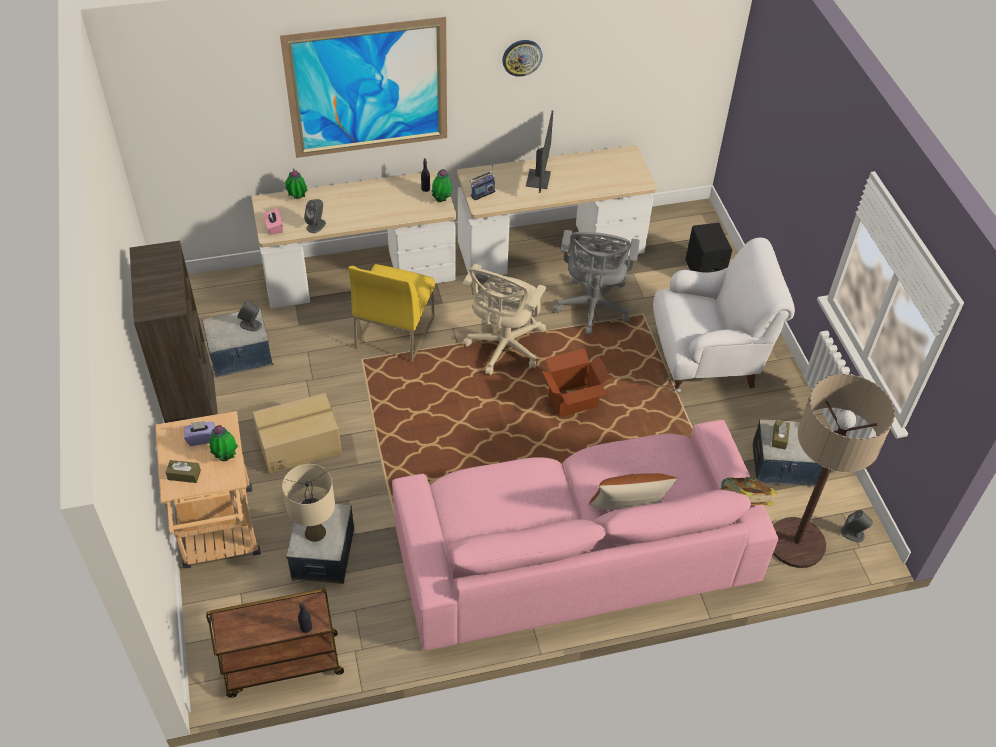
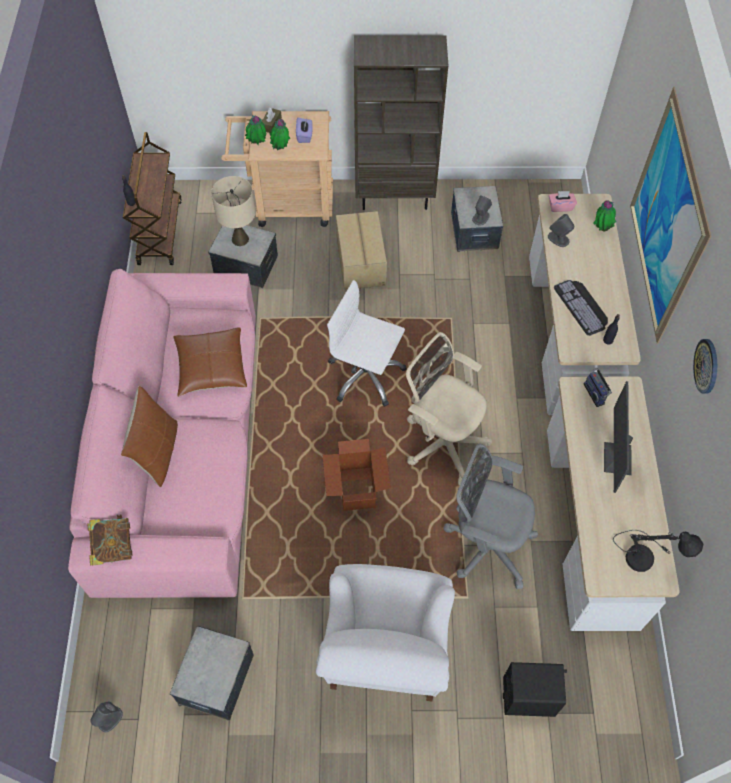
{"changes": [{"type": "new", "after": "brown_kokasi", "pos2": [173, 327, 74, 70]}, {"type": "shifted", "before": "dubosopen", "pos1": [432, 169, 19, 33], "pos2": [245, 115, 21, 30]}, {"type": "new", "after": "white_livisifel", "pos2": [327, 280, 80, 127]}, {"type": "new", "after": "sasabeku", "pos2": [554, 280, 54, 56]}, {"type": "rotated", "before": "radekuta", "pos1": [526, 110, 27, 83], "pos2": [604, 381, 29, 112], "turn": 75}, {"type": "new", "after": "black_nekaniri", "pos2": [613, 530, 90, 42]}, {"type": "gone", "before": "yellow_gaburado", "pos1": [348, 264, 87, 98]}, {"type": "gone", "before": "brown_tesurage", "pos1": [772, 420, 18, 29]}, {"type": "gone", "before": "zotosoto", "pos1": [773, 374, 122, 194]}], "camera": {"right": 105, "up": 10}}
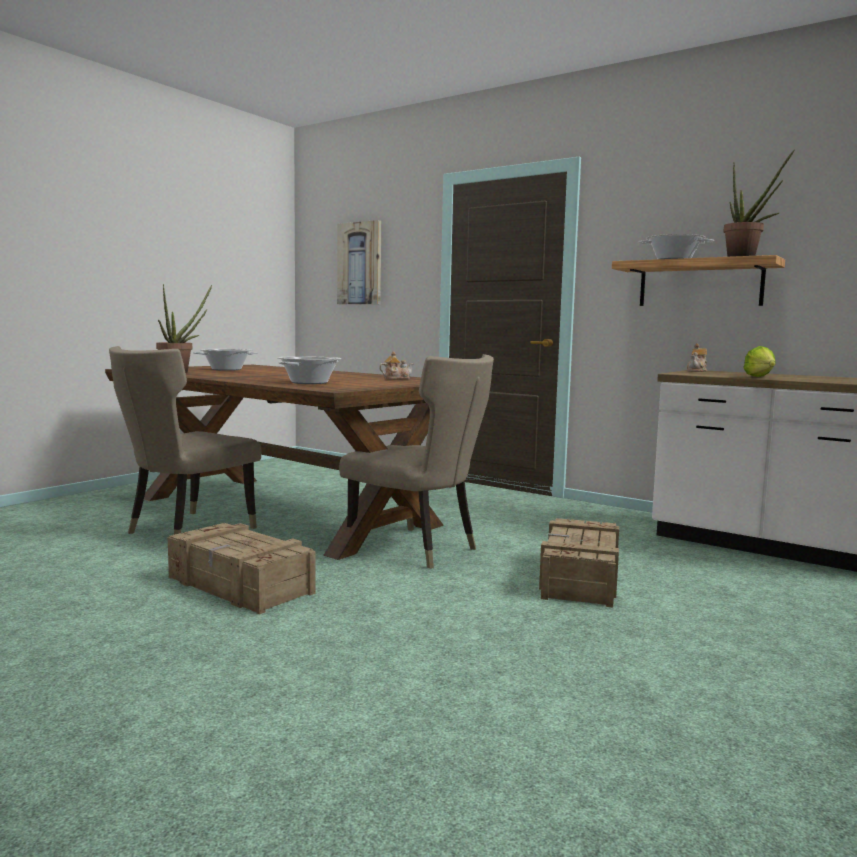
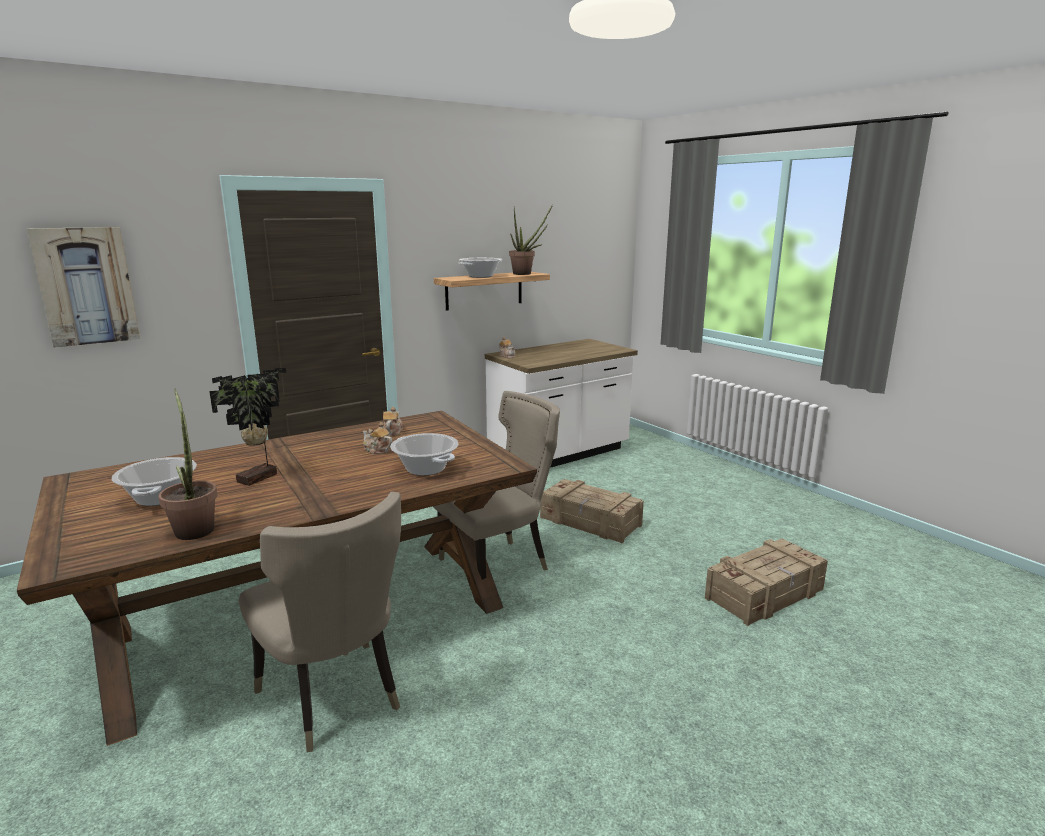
{"changes": [{"type": "new", "after": "dubosopen", "pos2": [209, 368, 77, 118]}, {"type": "new", "after": "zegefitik", "pos2": [362, 422, 31, 32]}, {"type": "shifted", "before": "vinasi", "pos1": [168, 523, 148, 92], "pos2": [705, 538, 123, 88]}, {"type": "gone", "before": "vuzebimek", "pos1": [743, 346, 33, 31]}], "camera": {"right": -70, "up": 10}}
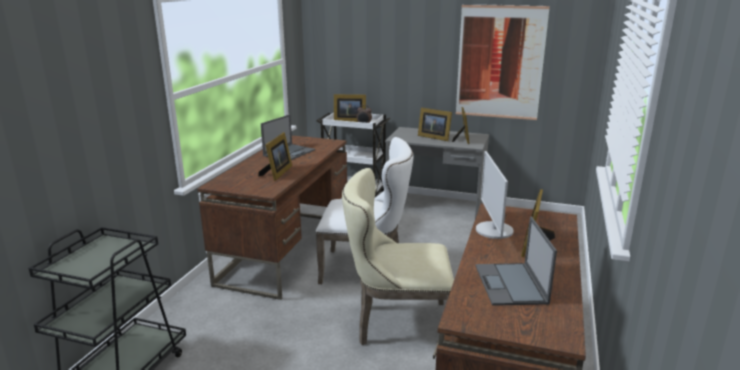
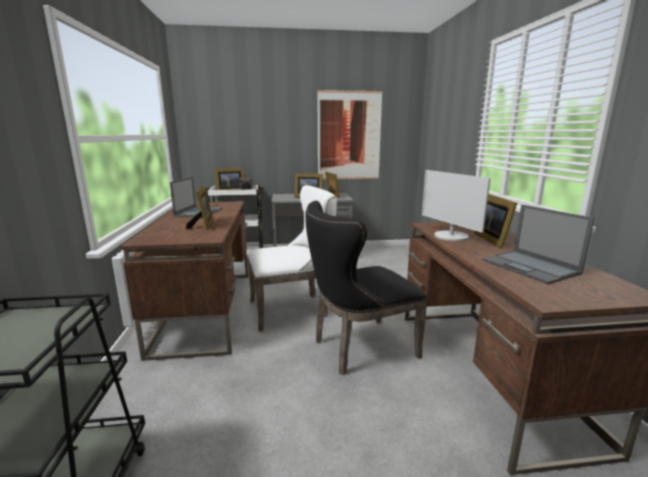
{"changes": [{"type": "repainted", "before": "beige_gaburado", "after": "black_gaburado", "pos1": [342, 168, 112, 177], "pos2": [305, 201, 123, 174]}], "camera": {"right": -25, "up": -5}}
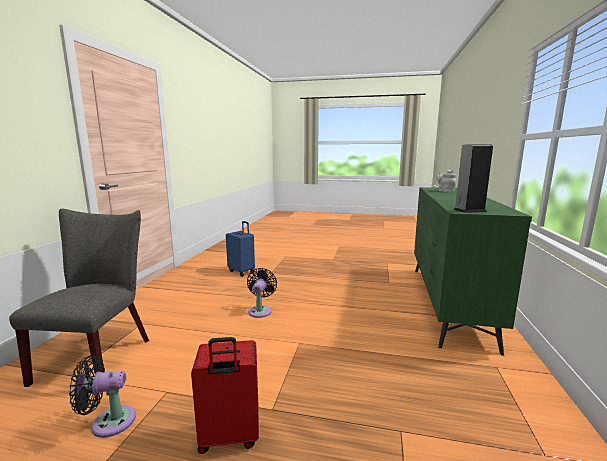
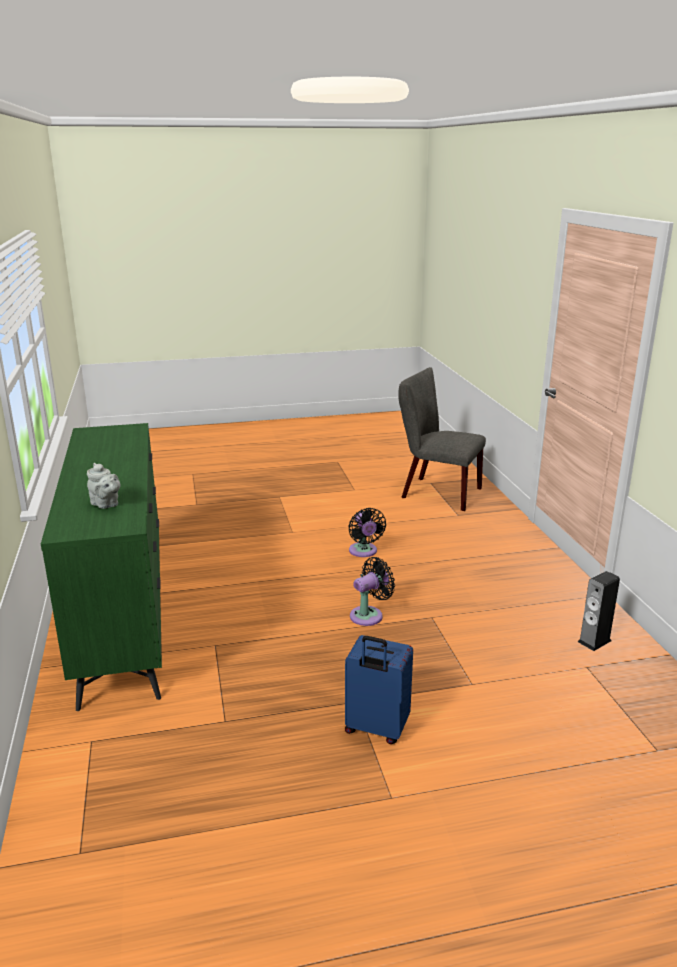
{"changes": [{"type": "shifted", "before": "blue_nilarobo", "pos1": [226, 221, 29, 56], "pos2": [345, 635, 68, 109]}, {"type": "shifted", "before": "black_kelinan", "pos1": [69, 355, 67, 83], "pos2": [350, 557, 45, 69]}, {"type": "rotated", "before": "grey_gaburado", "pos1": [9, 209, 140, 178], "pos2": [398, 367, 88, 144], "turn": 135}, {"type": "shifted", "before": "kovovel", "pos1": [453, 144, 40, 69], "pos2": [578, 571, 42, 80]}, {"type": "gone", "before": "red_nilarobo", "pos1": [191, 337, 68, 117]}], "camera": {"right": 155, "up": 10}}
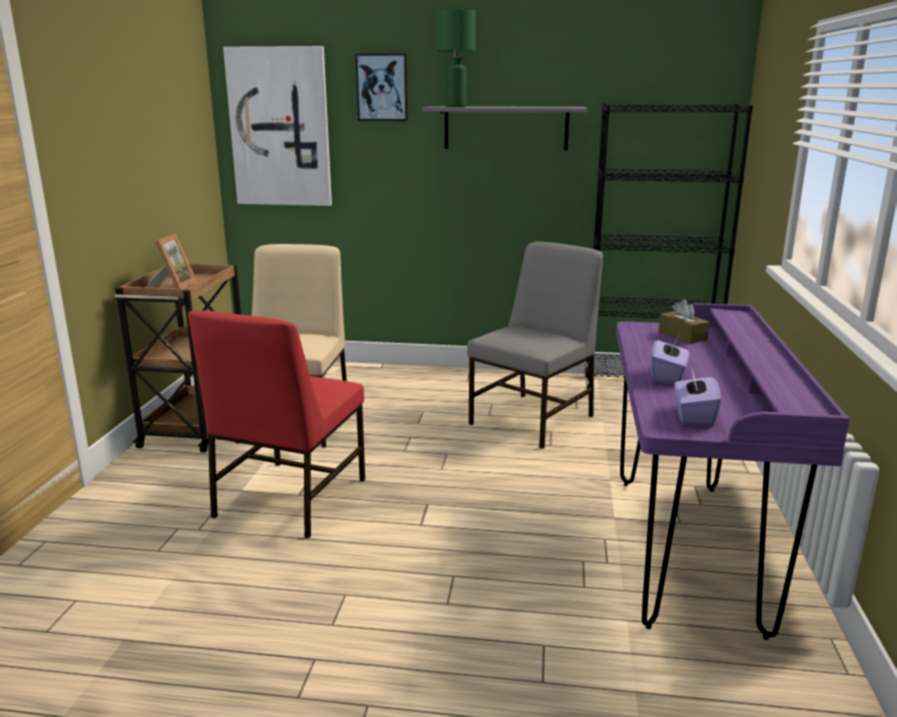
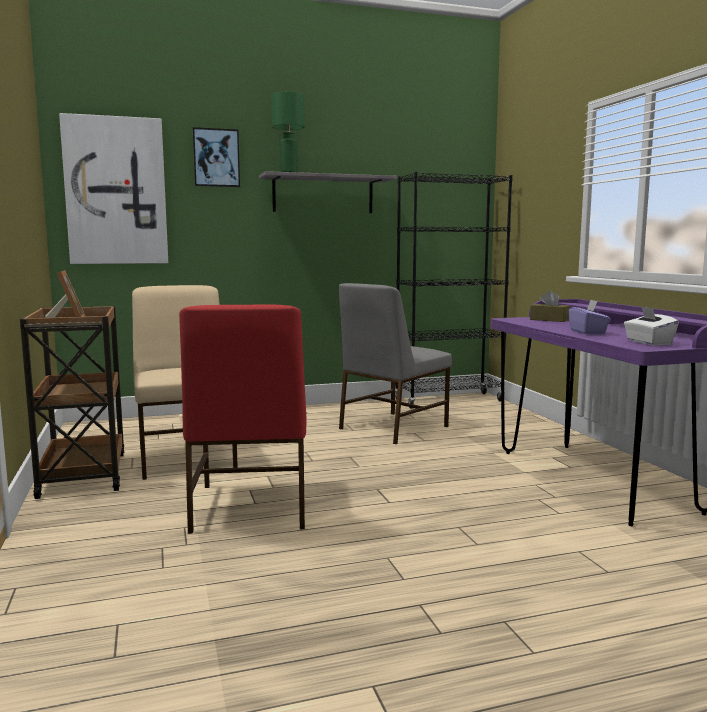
{"changes": [{"type": "rotated", "before": "grey_gaburado", "pos1": [467, 242, 136, 207], "pos2": [339, 283, 113, 161], "turn": -150}, {"type": "repainted", "before": "purple_tesurage", "after": "white_tesurage", "pos1": [674, 369, 47, 58], "pos2": [624, 306, 55, 39]}], "camera": {"right": -25, "up": -10}}
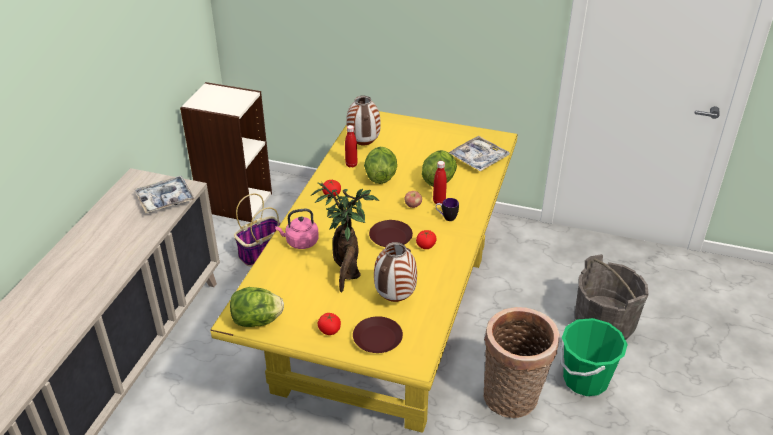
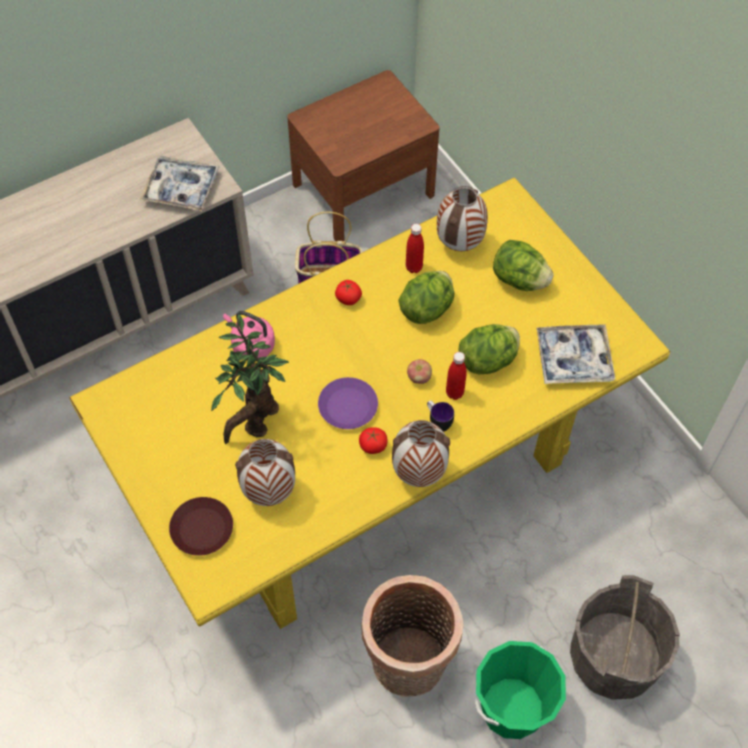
{"changes": [{"type": "swapped", "before": "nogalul", "after": "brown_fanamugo", "pos1": [180, 82, 92, 140], "pos2": [287, 70, 152, 171]}, {"type": "repainted", "before": "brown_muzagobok", "after": "purple_muzagobok", "pos1": [369, 220, 44, 27], "pos2": [318, 377, 60, 52]}, {"type": "new", "after": "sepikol", "pos2": [392, 420, 58, 67]}, {"type": "shifted", "before": "vuzebimek", "pos1": [230, 287, 54, 40], "pos2": [493, 240, 61, 51]}, {"type": "gone", "before": "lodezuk", "pos1": [317, 313, 24, 22]}], "camera": {"right": 40, "up": 20}}
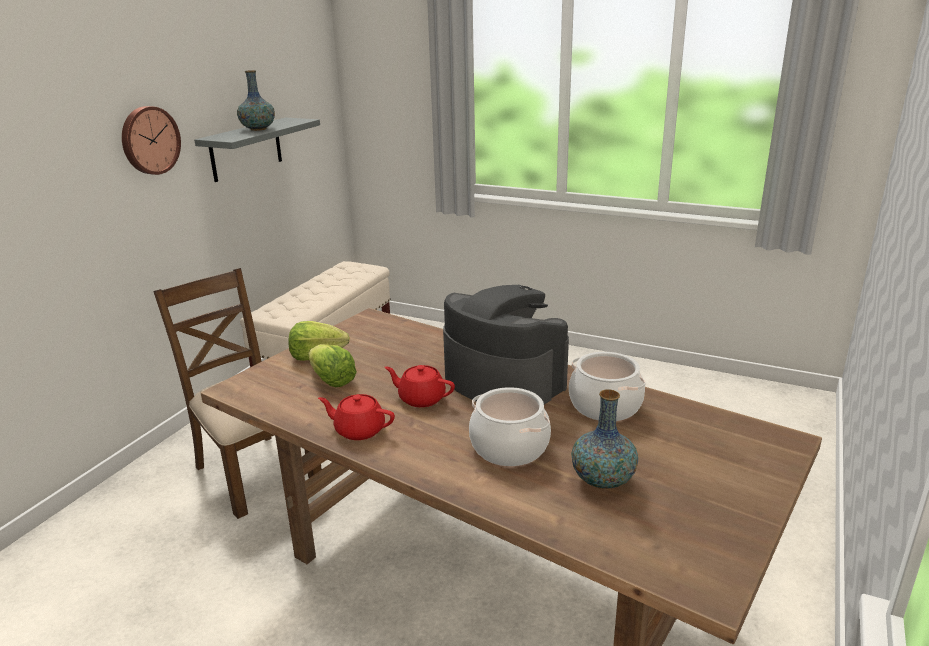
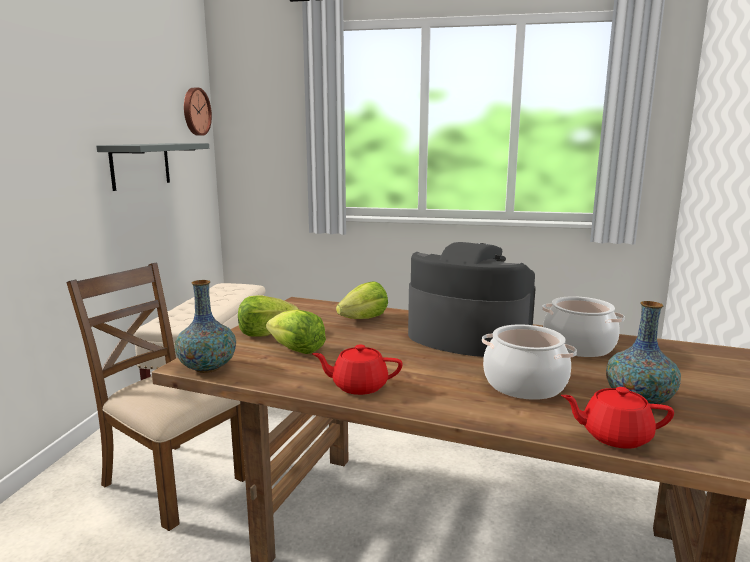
{"changes": [{"type": "shifted", "before": "sepikol", "pos1": [237, 70, 38, 61], "pos2": [174, 280, 62, 93]}, {"type": "shifted", "before": "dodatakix", "pos1": [122, 106, 59, 69], "pos2": [184, 88, 28, 48]}, {"type": "new", "after": "vuzebimek", "pos2": [336, 281, 52, 38]}, {"type": "shifted", "before": "red_zegefitik", "pos1": [384, 365, 71, 42], "pos2": [561, 387, 113, 62]}], "camera": {"right": -15, "up": -10}}
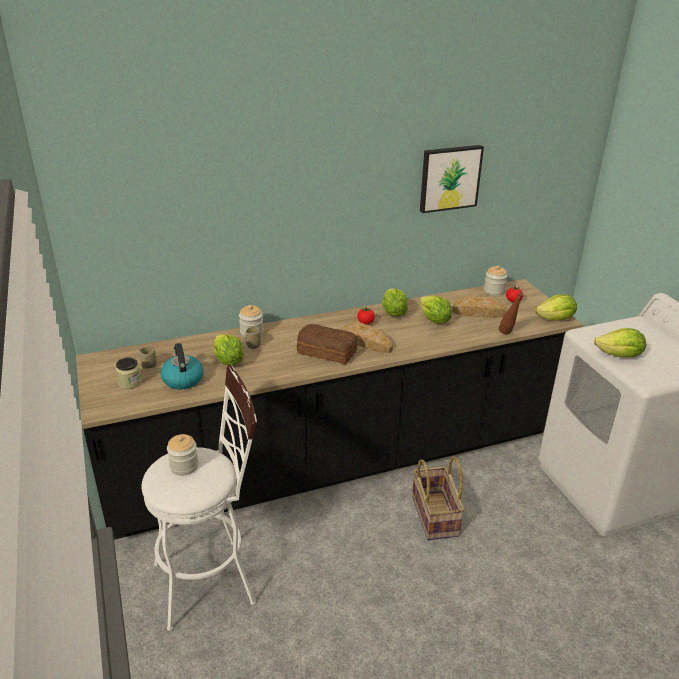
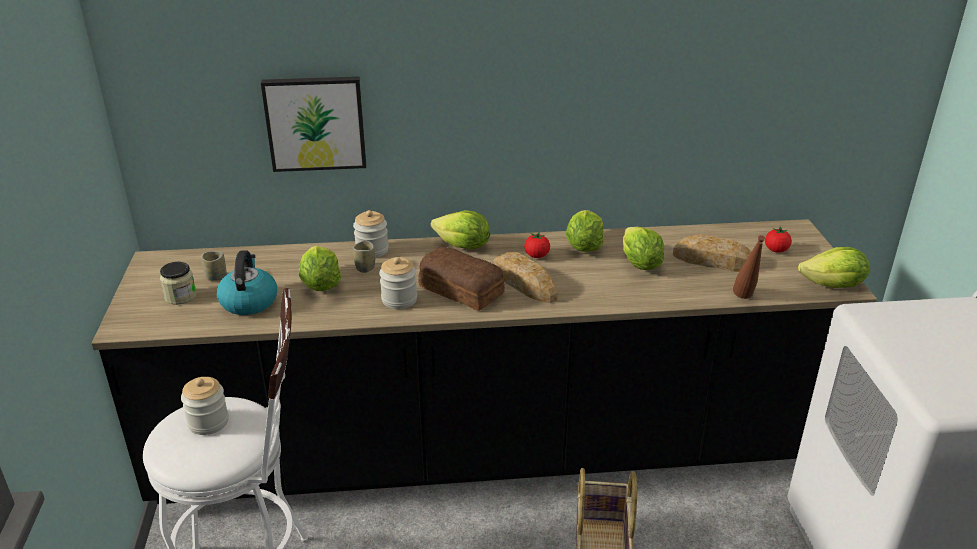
{"changes": [{"type": "shifted", "before": "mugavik", "pos1": [420, 145, 64, 68], "pos2": [261, 76, 105, 96]}, {"type": "shifted", "before": "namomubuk", "pos1": [484, 266, 23, 30], "pos2": [379, 257, 38, 52]}, {"type": "shifted", "before": "vuzebimek", "pos1": [594, 328, 52, 29], "pos2": [431, 210, 59, 39]}], "camera": {"right": 15, "up": 0}}
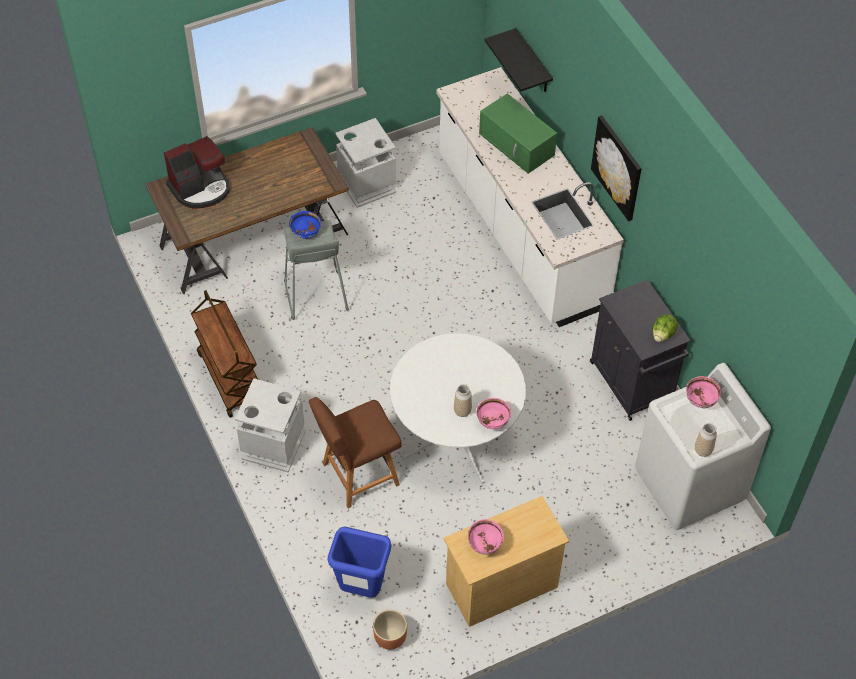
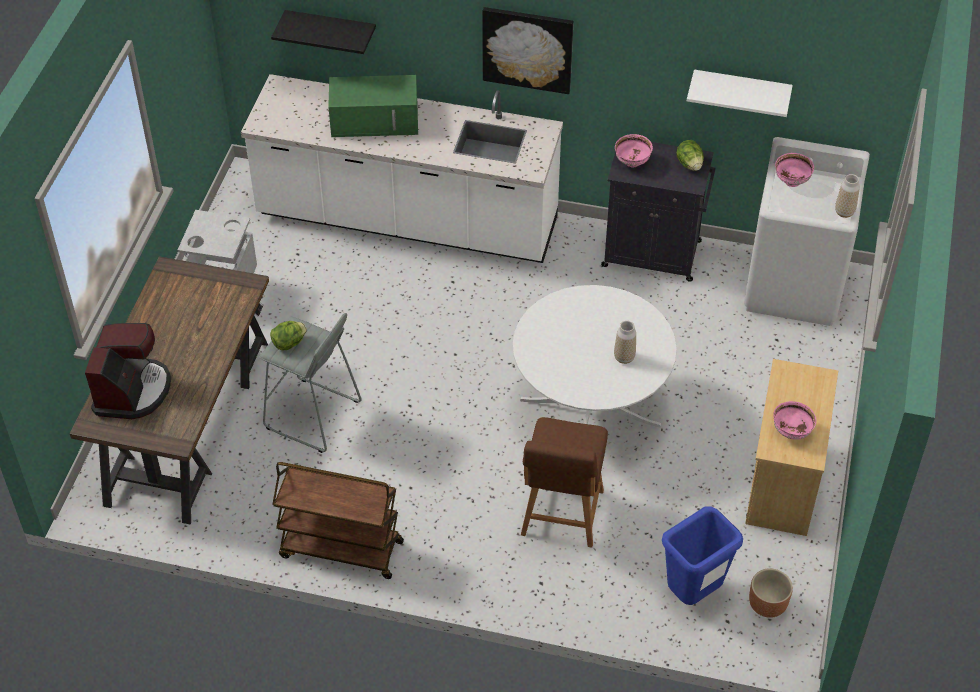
{"changes": [{"type": "swapped", "before": "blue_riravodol", "after": "vuzebimek", "pos1": [289, 211, 32, 28], "pos2": [270, 321, 37, 29]}, {"type": "shifted", "before": "pink_riravodol", "pos1": [476, 398, 35, 31], "pos2": [615, 134, 38, 33]}, {"type": "new", "after": "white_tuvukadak", "pos2": [687, 70, 106, 47]}, {"type": "gone", "before": "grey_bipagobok", "pos1": [235, 378, 70, 94]}], "camera": {"right": -50, "up": -5}}
